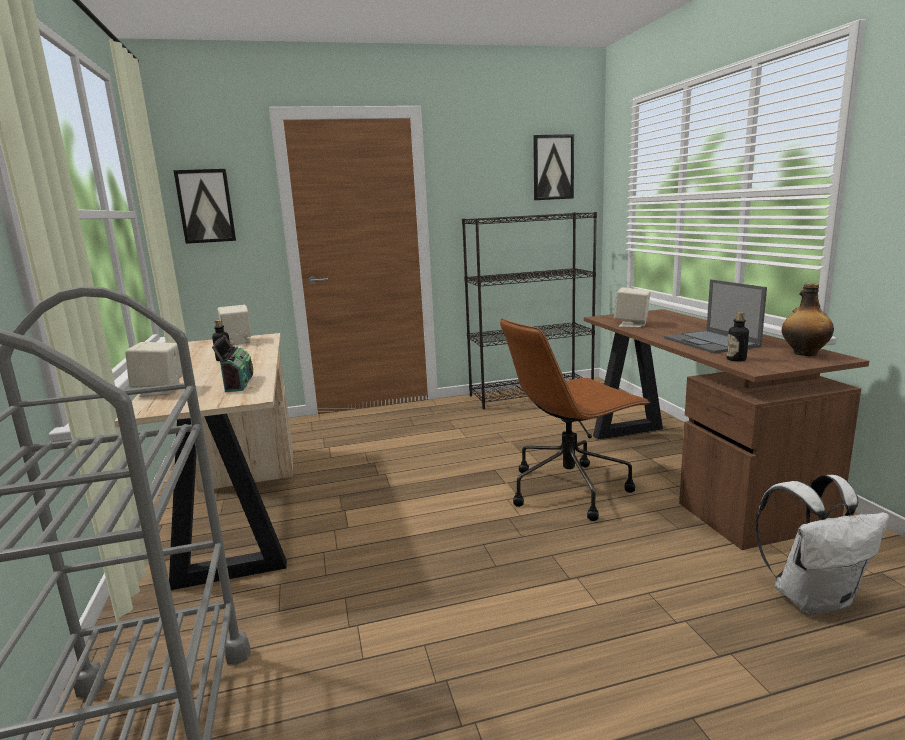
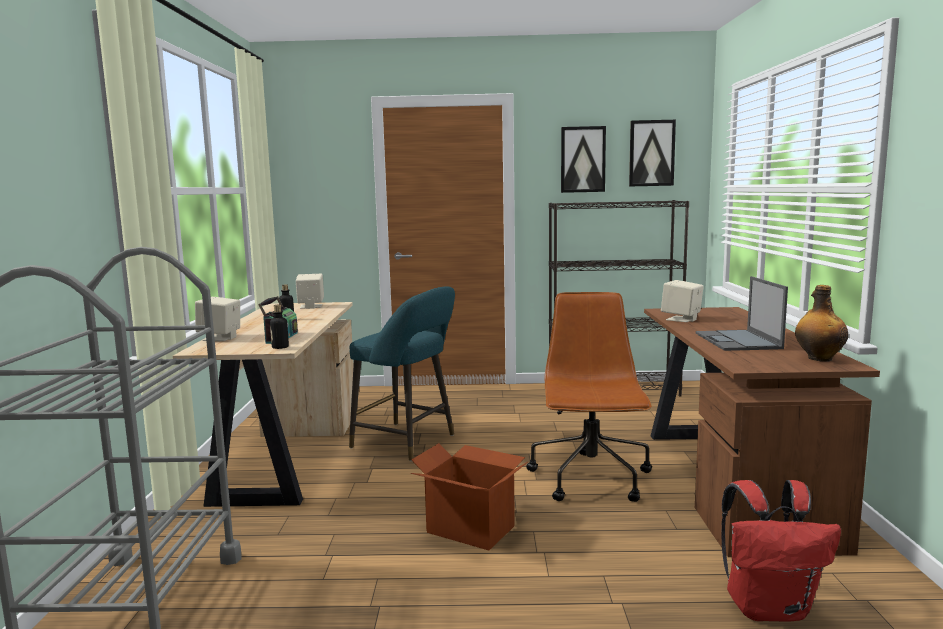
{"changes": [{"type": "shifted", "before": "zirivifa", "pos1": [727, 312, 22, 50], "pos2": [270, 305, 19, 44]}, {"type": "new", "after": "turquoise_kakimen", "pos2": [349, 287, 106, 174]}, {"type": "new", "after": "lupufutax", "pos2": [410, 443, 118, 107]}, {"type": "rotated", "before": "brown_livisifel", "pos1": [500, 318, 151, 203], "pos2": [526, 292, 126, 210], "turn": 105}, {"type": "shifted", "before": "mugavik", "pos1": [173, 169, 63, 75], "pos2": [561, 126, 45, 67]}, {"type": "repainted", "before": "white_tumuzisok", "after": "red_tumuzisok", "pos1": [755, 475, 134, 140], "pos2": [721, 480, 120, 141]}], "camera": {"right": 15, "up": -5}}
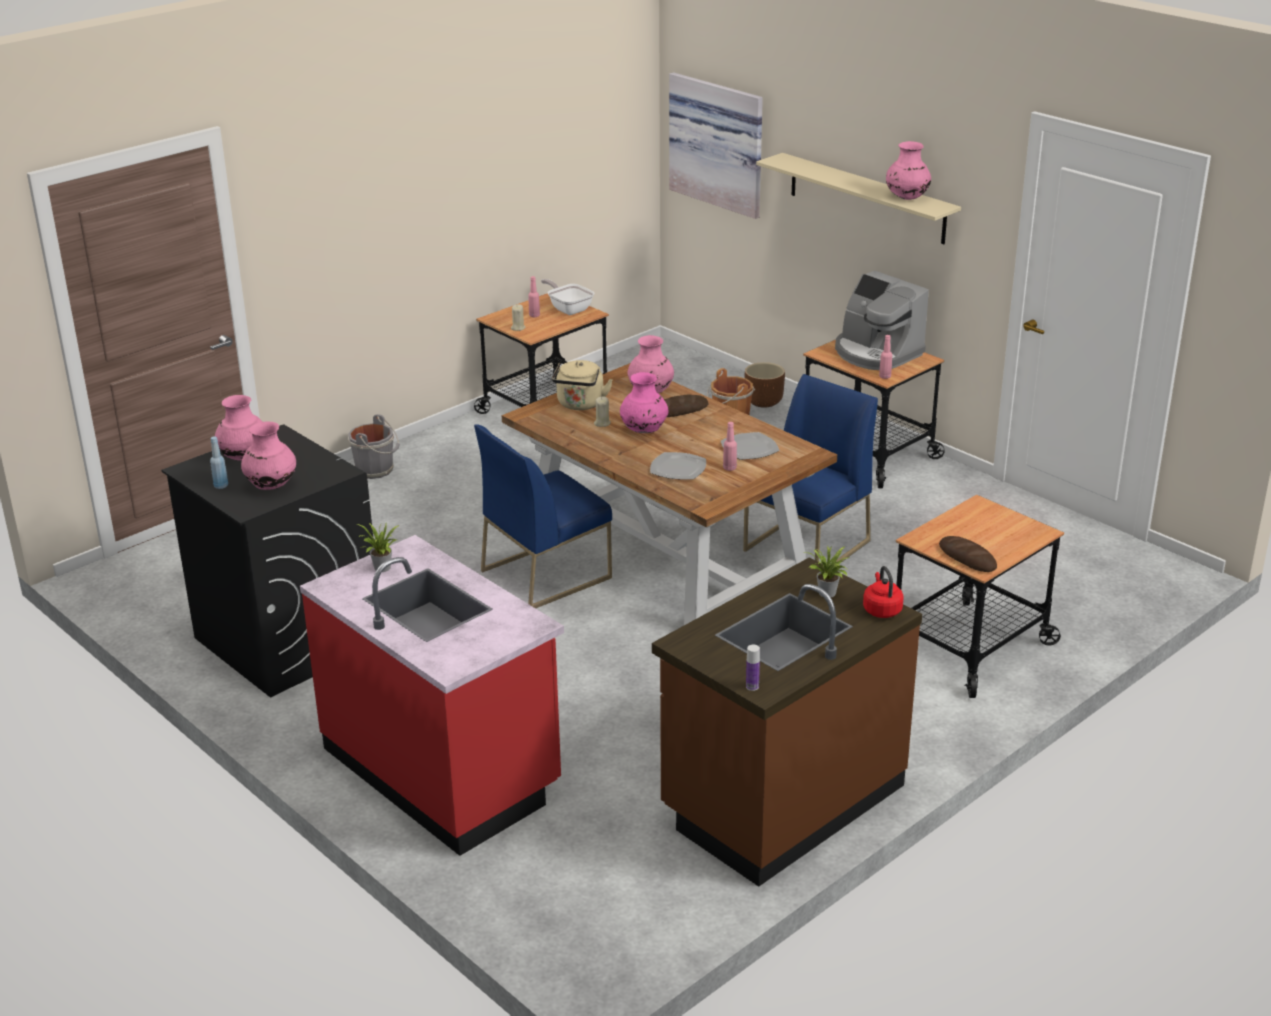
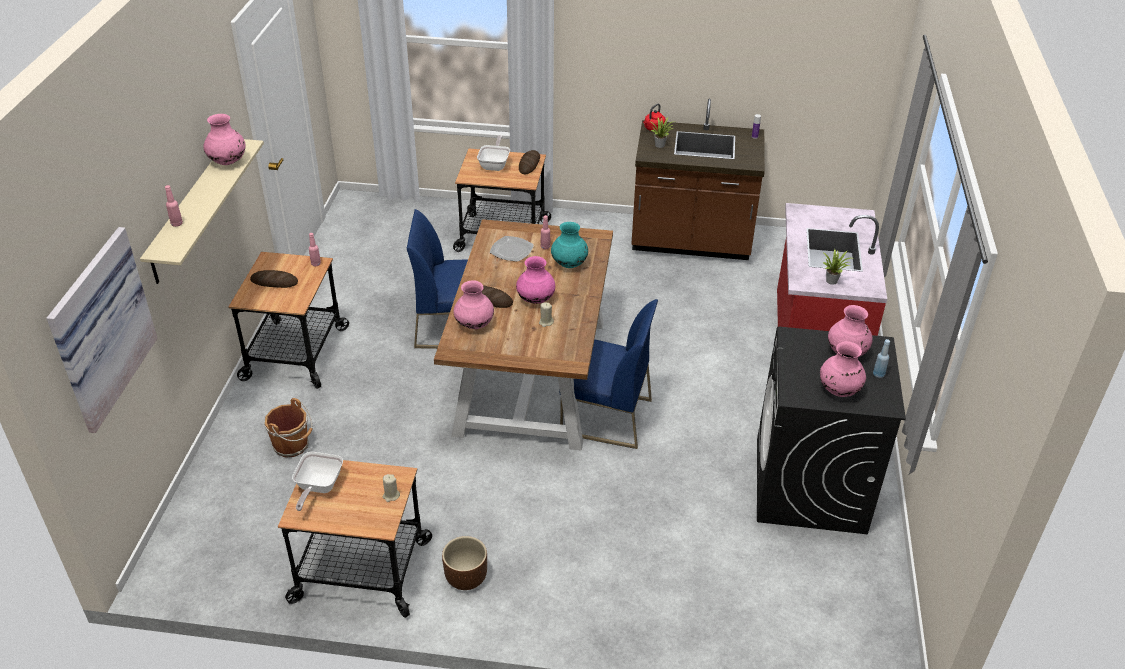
{"changes": [{"type": "shifted", "before": "pink_zirivifa", "pos1": [528, 276, 12, 41], "pos2": [165, 185, 18, 42]}, {"type": "swapped", "before": "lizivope", "after": "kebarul", "pos1": [835, 271, 94, 99], "pos2": [250, 270, 48, 18]}, {"type": "shifted", "before": "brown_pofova", "pos1": [745, 362, 40, 46], "pos2": [442, 536, 45, 54]}, {"type": "new", "after": "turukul", "pos2": [477, 135, 33, 36]}, {"type": "swapped", "before": "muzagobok", "after": "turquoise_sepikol", "pos1": [650, 452, 56, 27], "pos2": [551, 222, 37, 46]}, {"type": "gone", "before": "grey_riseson", "pos1": [348, 414, 52, 65]}, {"type": "gone", "before": "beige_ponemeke", "pos1": [551, 360, 62, 50]}], "camera": {"right": -130, "up": 10}}
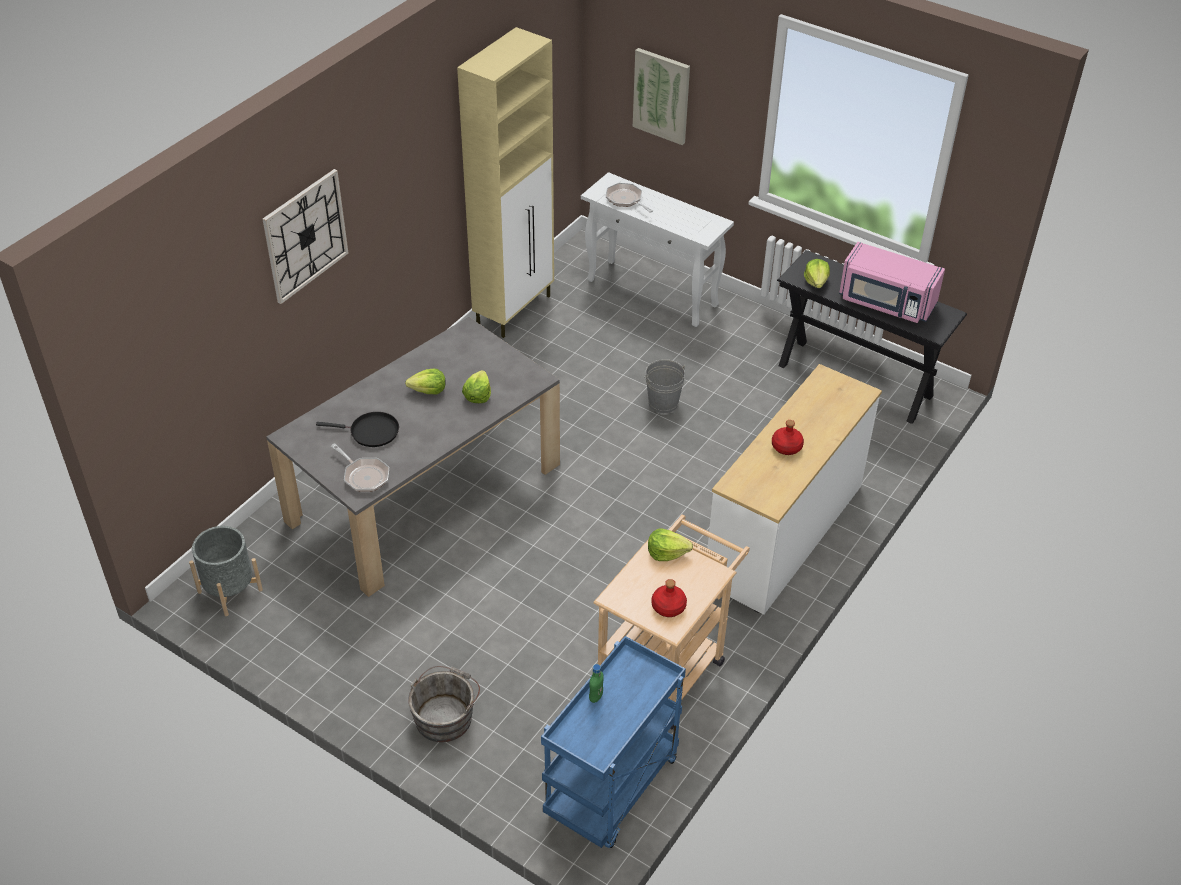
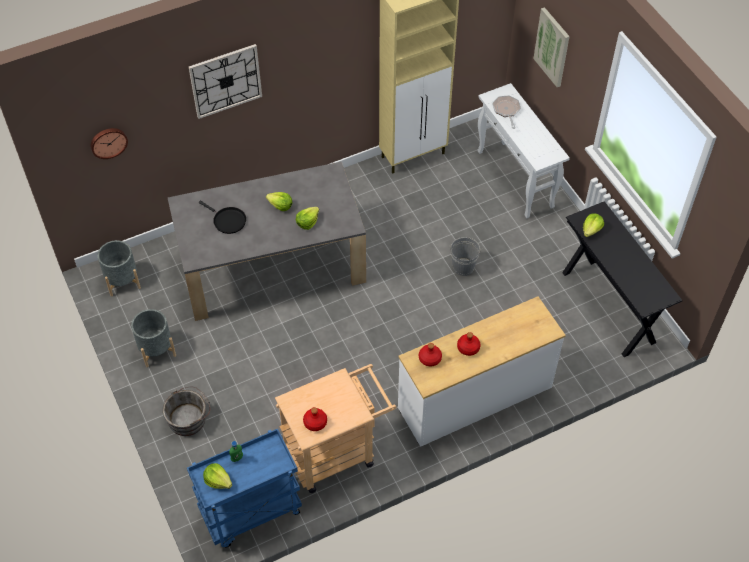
{"changes": [{"type": "new", "after": "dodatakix", "pos2": [90, 128, 38, 31]}, {"type": "new", "after": "grey_pofova", "pos2": [131, 309, 45, 58]}, {"type": "shifted", "before": "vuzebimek", "pos1": [648, 528, 45, 33], "pos2": [203, 463, 29, 26]}, {"type": "new", "after": "red_zirivifa", "pos2": [419, 343, 23, 23]}, {"type": "gone", "before": "turukul", "pos1": [330, 443, 59, 49]}, {"type": "gone", "before": "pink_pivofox", "pos1": [839, 242, 106, 81]}], "camera": {"right": 30, "up": 10}}
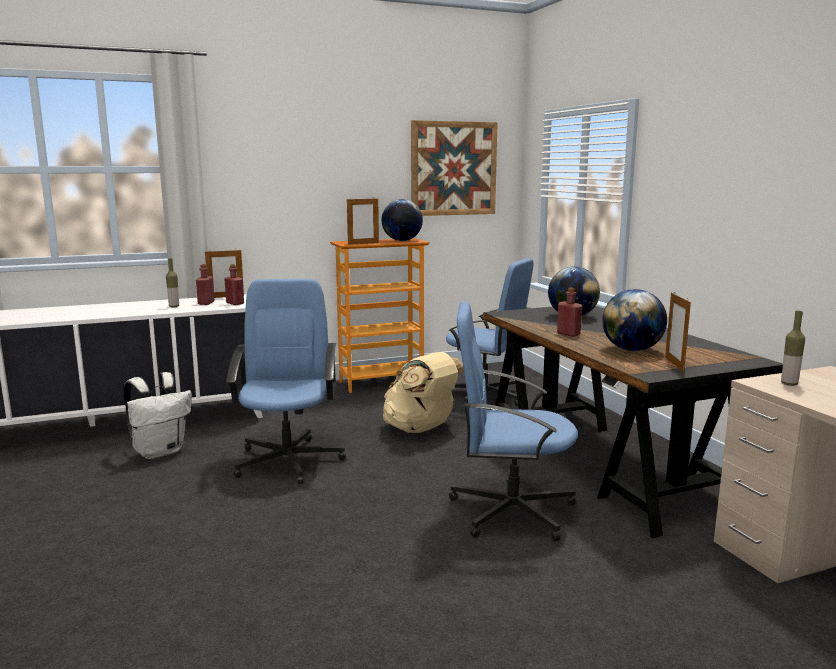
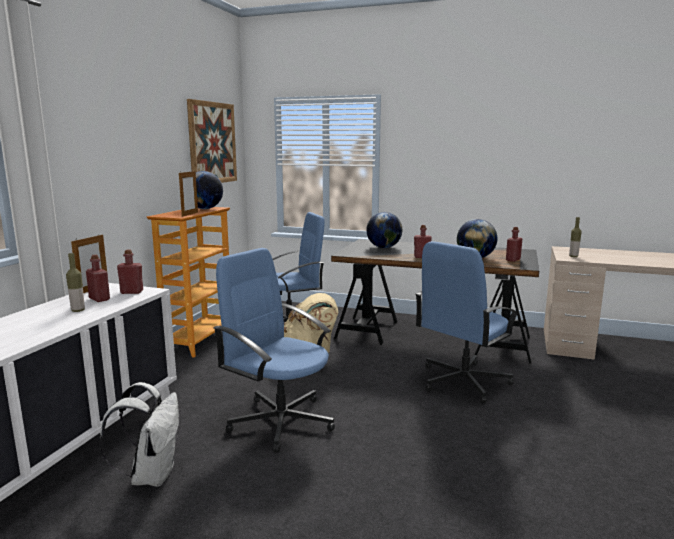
{"changes": [{"type": "swapped", "before": "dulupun", "after": "red_zirivifa", "pos1": [665, 293, 26, 79], "pos2": [506, 227, 16, 35]}], "camera": {"right": -50, "up": 0}}
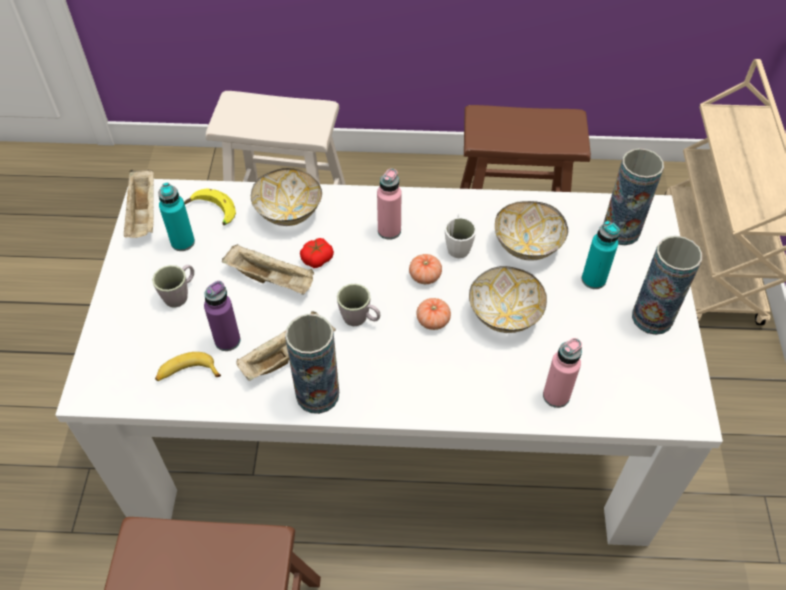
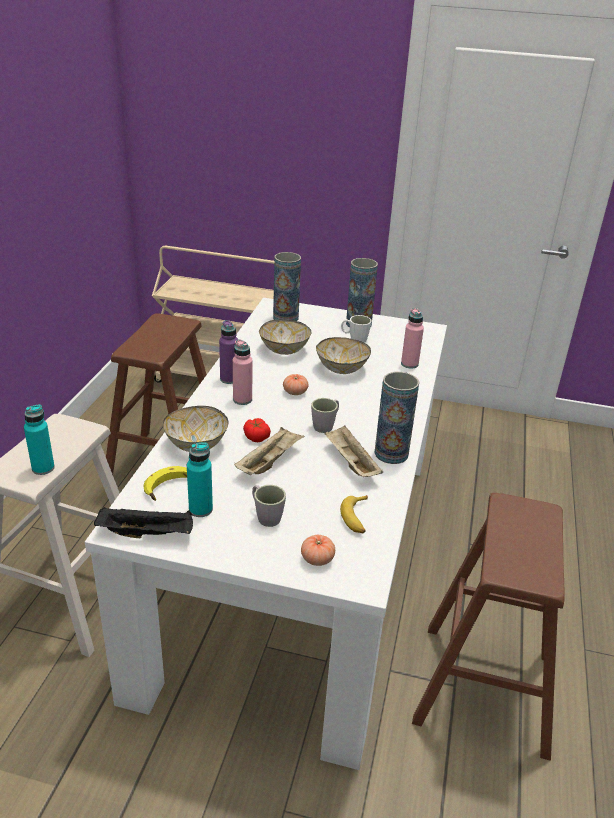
{"changes": [{"type": "shifted", "before": "turquoise_zirivifa", "pos1": [582, 221, 38, 68], "pos2": [24, 405, 31, 70]}, {"type": "repainted", "before": "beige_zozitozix", "after": "black_zozitozix", "pos1": [124, 169, 30, 69], "pos2": [94, 507, 99, 32]}, {"type": "shifted", "before": "purple_zirivifa", "pos1": [204, 281, 37, 70], "pos2": [219, 320, 19, 64]}, {"type": "shifted", "before": "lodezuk", "pos1": [417, 298, 34, 32], "pos2": [301, 535, 34, 31]}, {"type": "shifted", "before": "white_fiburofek", "pos1": [445, 214, 32, 44], "pos2": [341, 315, 31, 28]}], "camera": {"right": -80, "up": -20}}
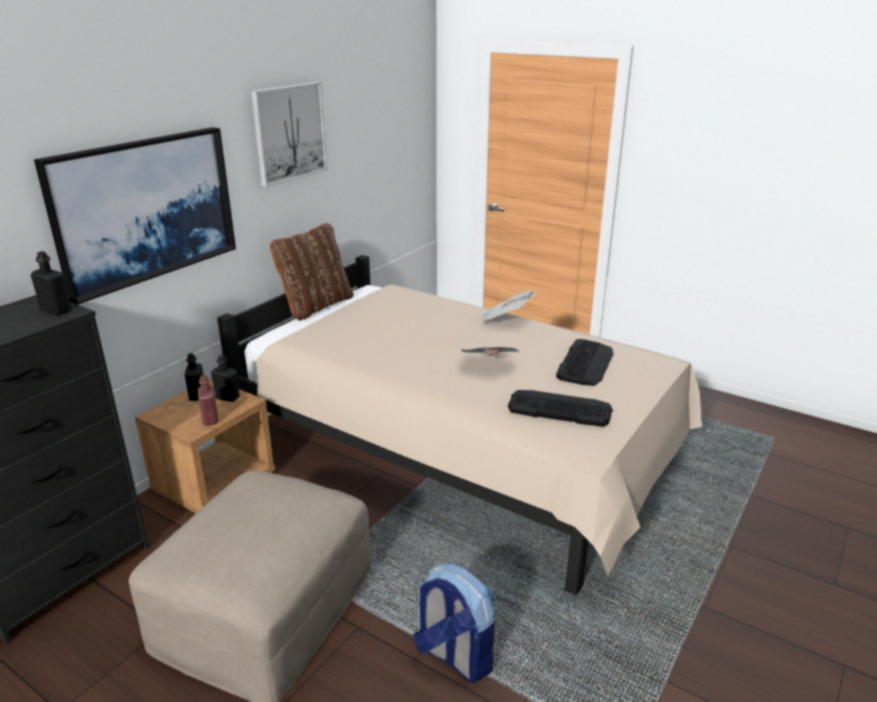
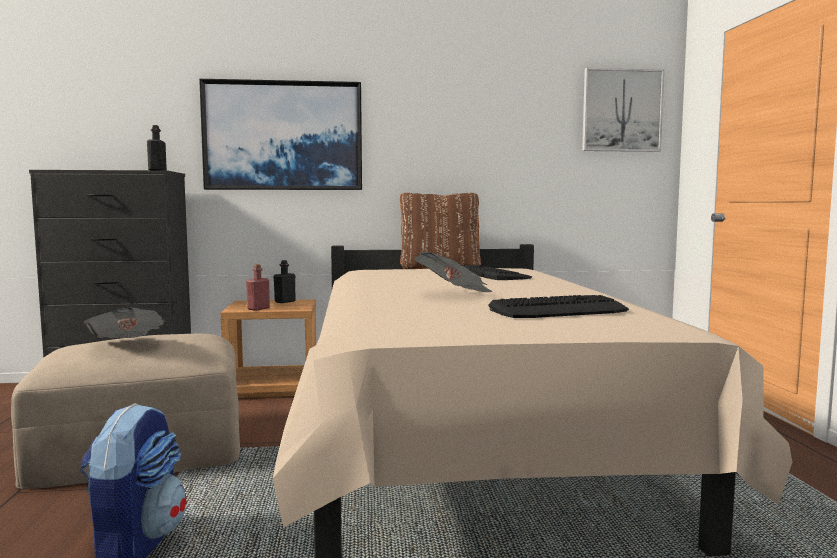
{"changes": [{"type": "shifted", "before": "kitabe", "pos1": [481, 290, 54, 32], "pos2": [84, 308, 81, 30]}, {"type": "shifted", "before": "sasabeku", "pos1": [508, 390, 105, 37], "pos2": [463, 265, 69, 15]}, {"type": "shifted", "before": "mugavik", "pos1": [251, 82, 76, 105], "pos2": [582, 68, 82, 84]}, {"type": "gone", "before": "black_zirivifa", "pos1": [211, 355, 29, 47]}], "camera": {"right": 50, "up": -20}}
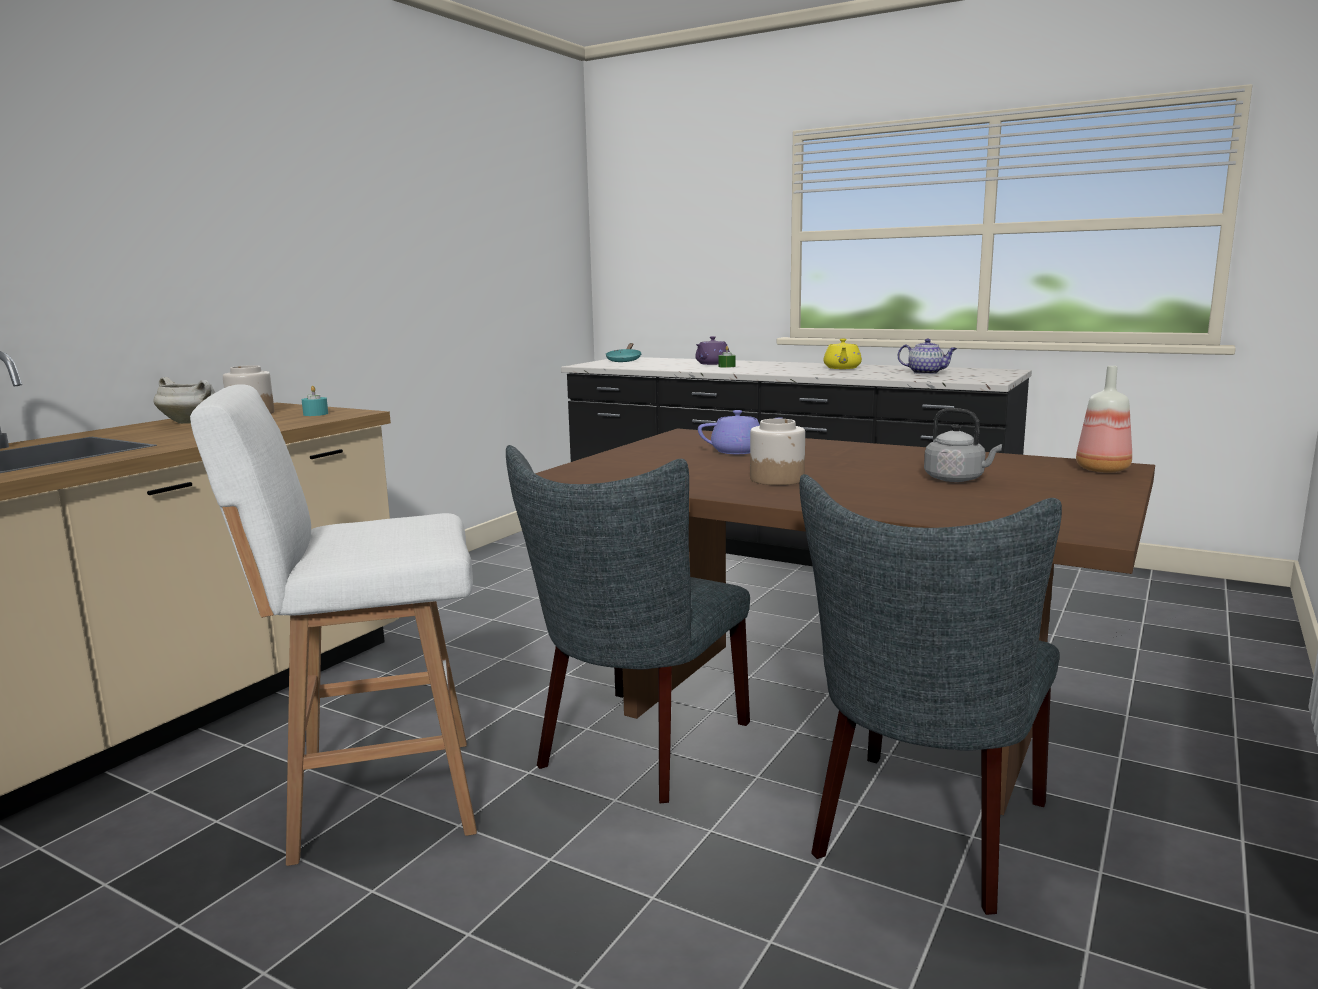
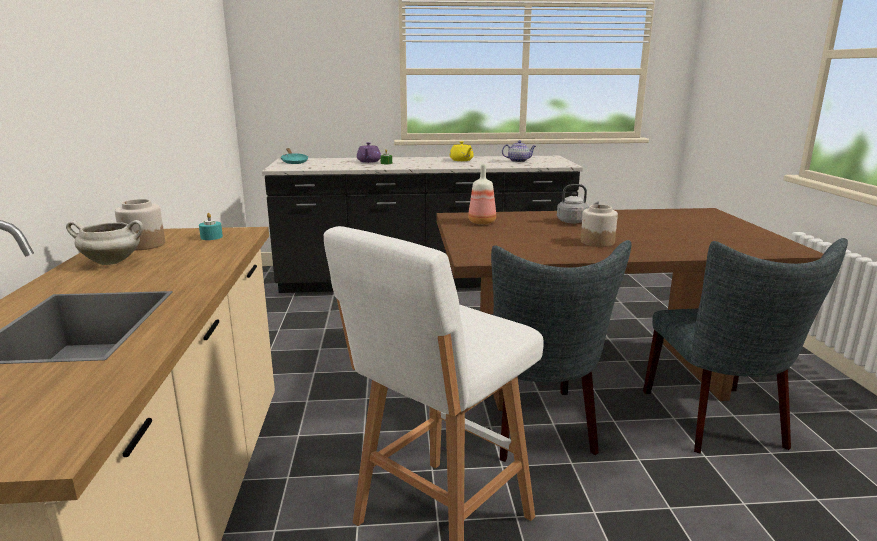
{"changes": [{"type": "shifted", "before": "zirivifa", "pos1": [1076, 366, 56, 107], "pos2": [468, 165, 28, 59]}, {"type": "shifted", "before": "grey_ponemeke", "pos1": [924, 408, 78, 74], "pos2": [557, 184, 42, 40]}, {"type": "gone", "before": "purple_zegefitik", "pos1": [698, 410, 84, 44]}], "camera": {"right": -35, "up": 5}}
